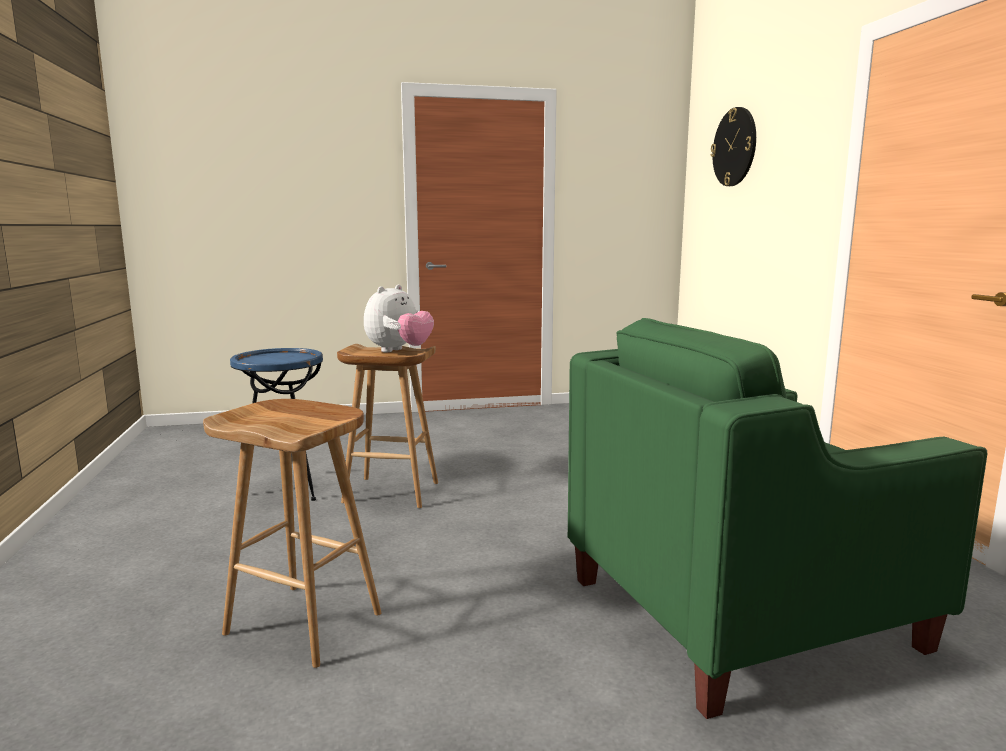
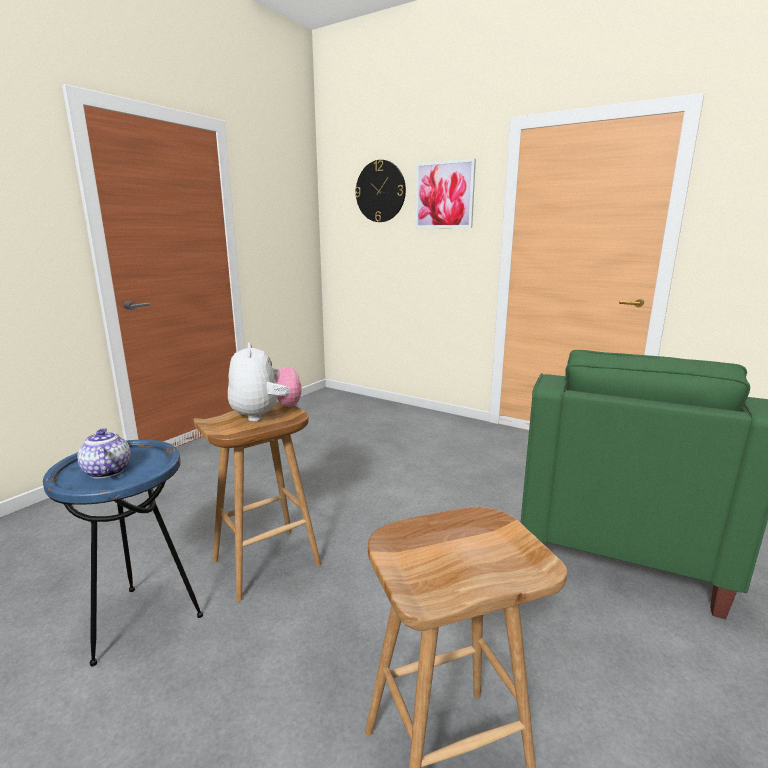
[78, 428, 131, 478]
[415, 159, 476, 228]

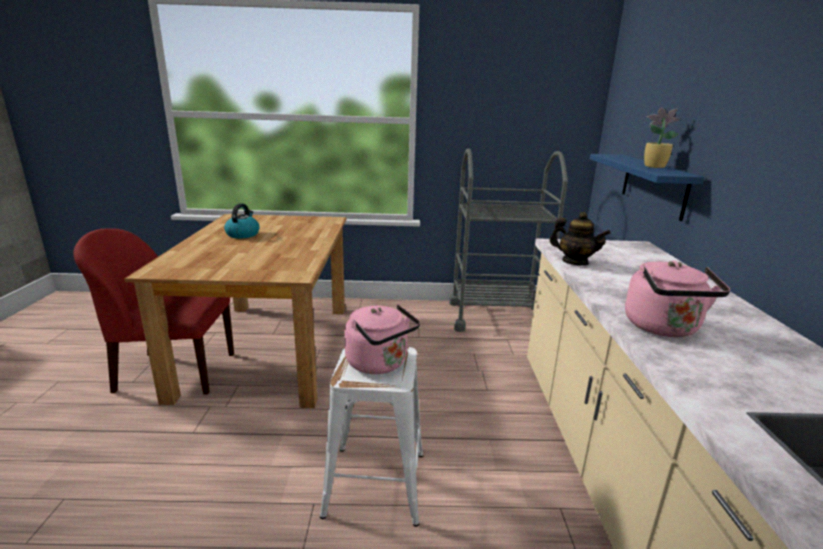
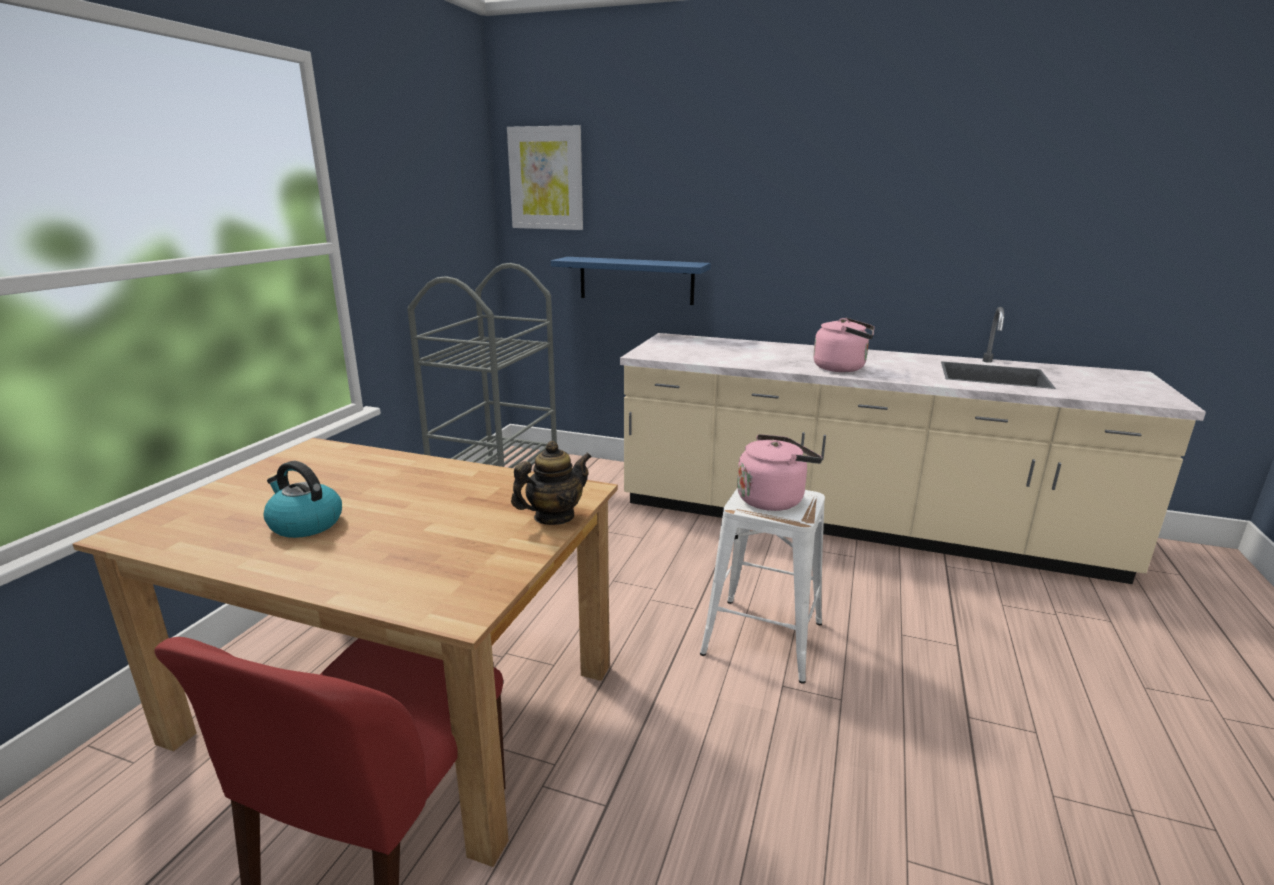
[507, 125, 583, 230]
[511, 441, 592, 525]
[644, 107, 680, 168] (first image)

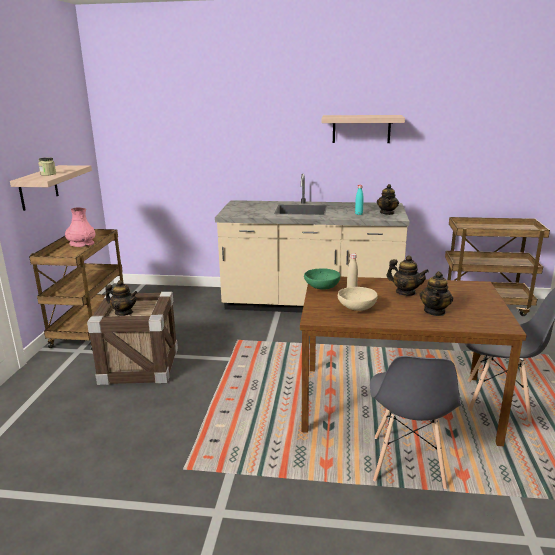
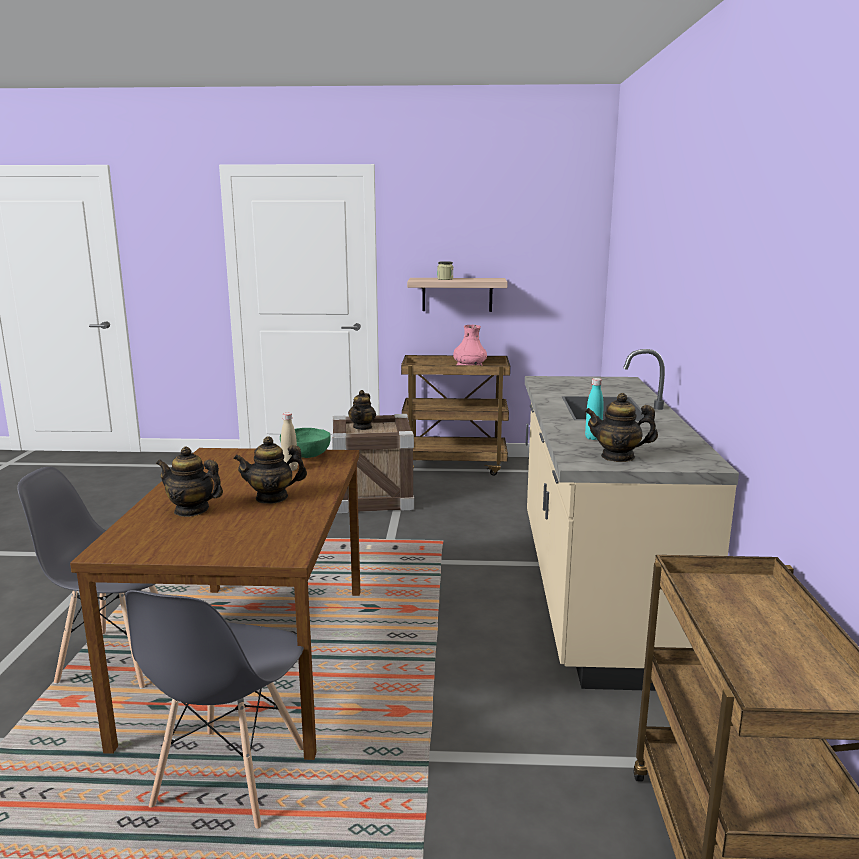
[233, 436, 307, 504]
[321, 115, 405, 143] (first image)
[338, 287, 378, 311] (first image)

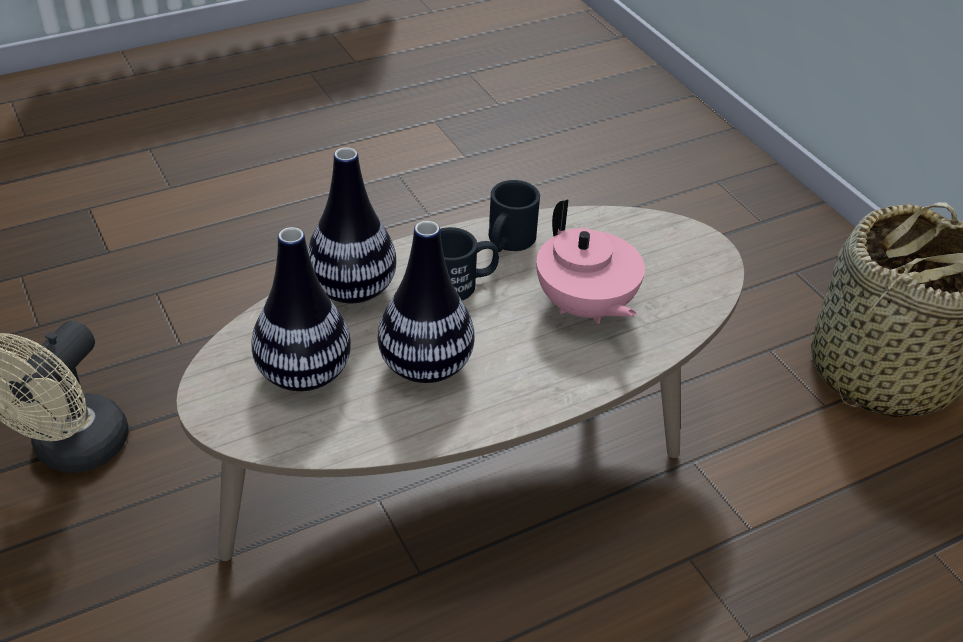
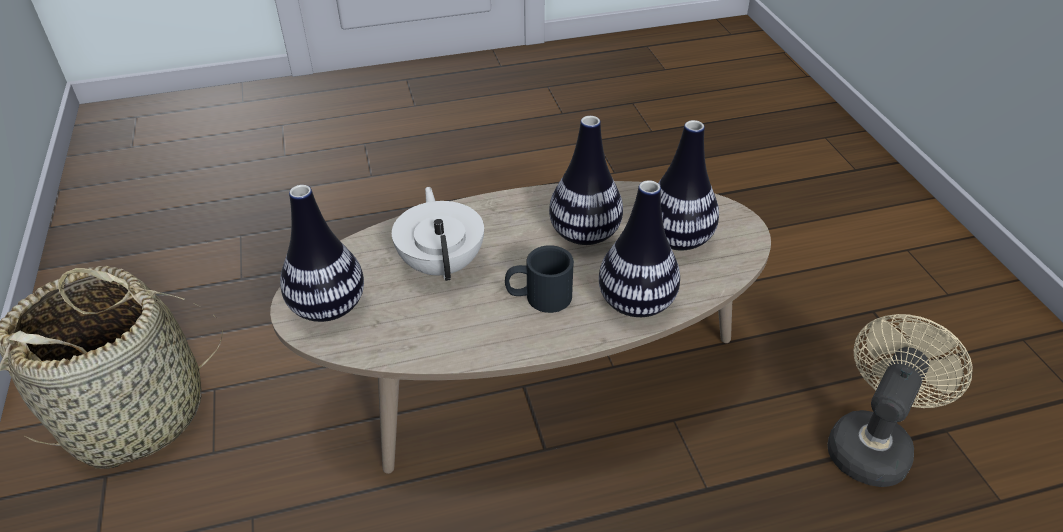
[280, 185, 364, 322]
[392, 187, 484, 281]
[489, 180, 540, 252] (first image)

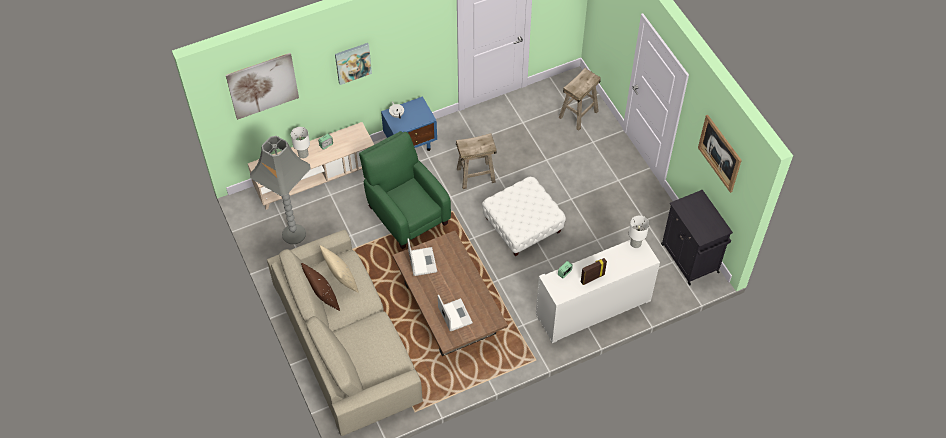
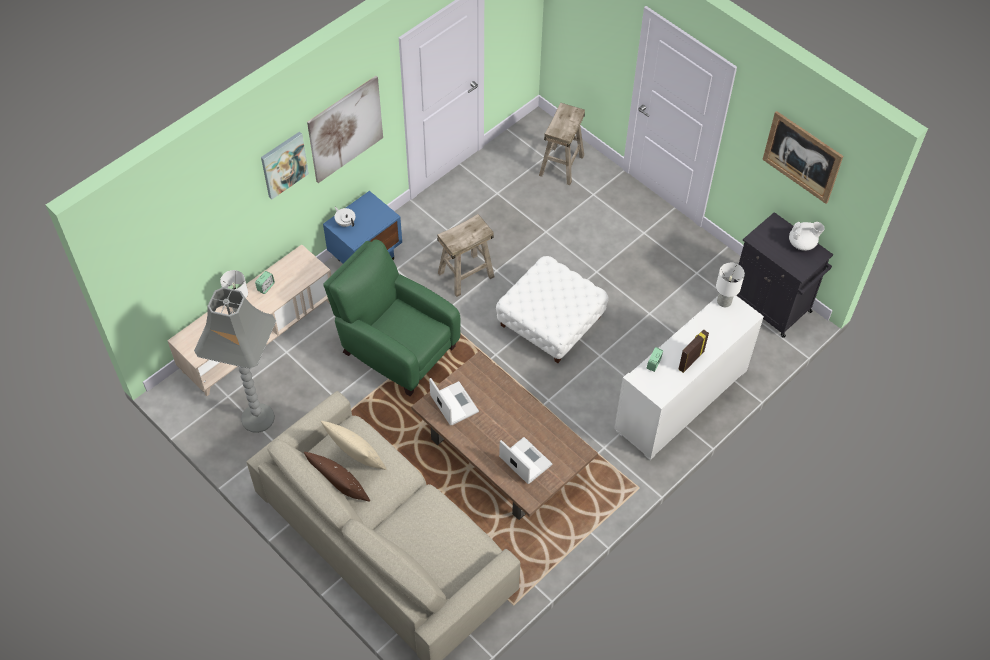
[307, 76, 383, 183]
[789, 222, 825, 251]

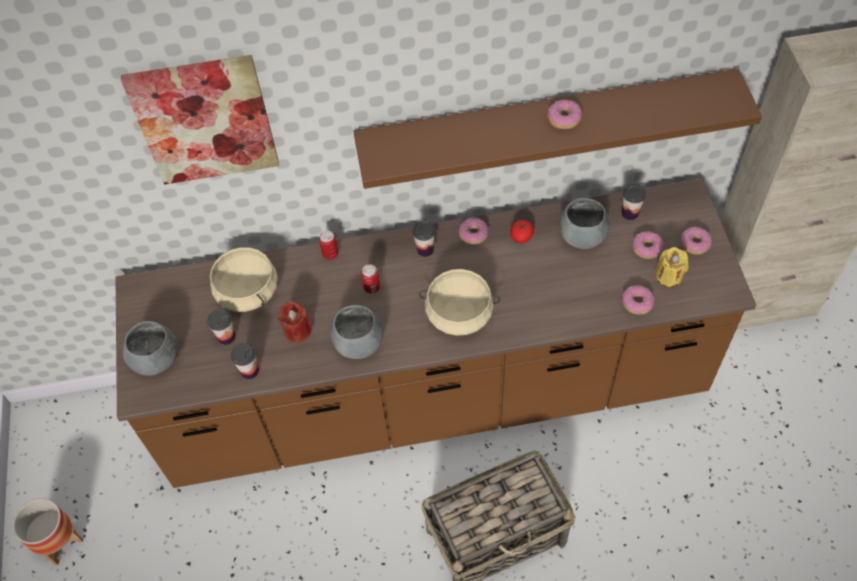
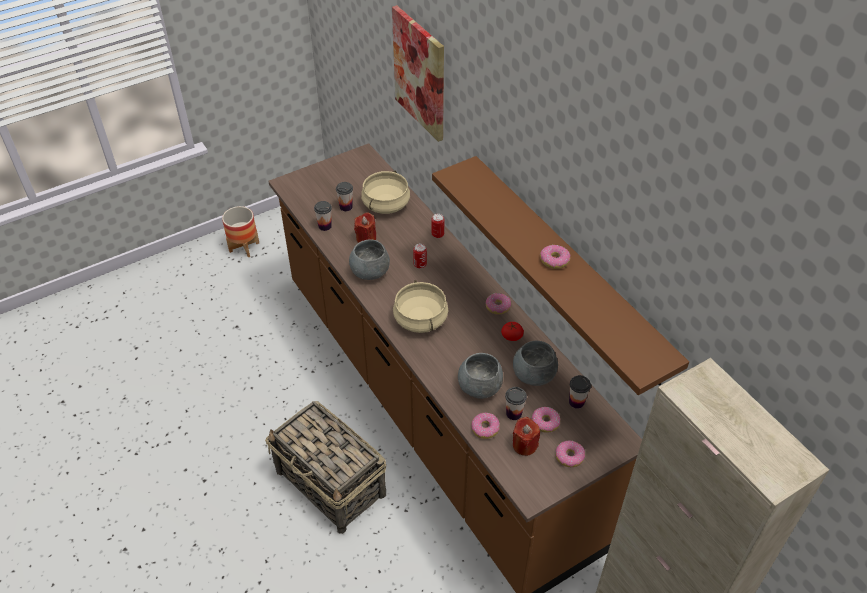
[458, 353, 503, 399]
[505, 387, 527, 420]
[513, 417, 540, 456]

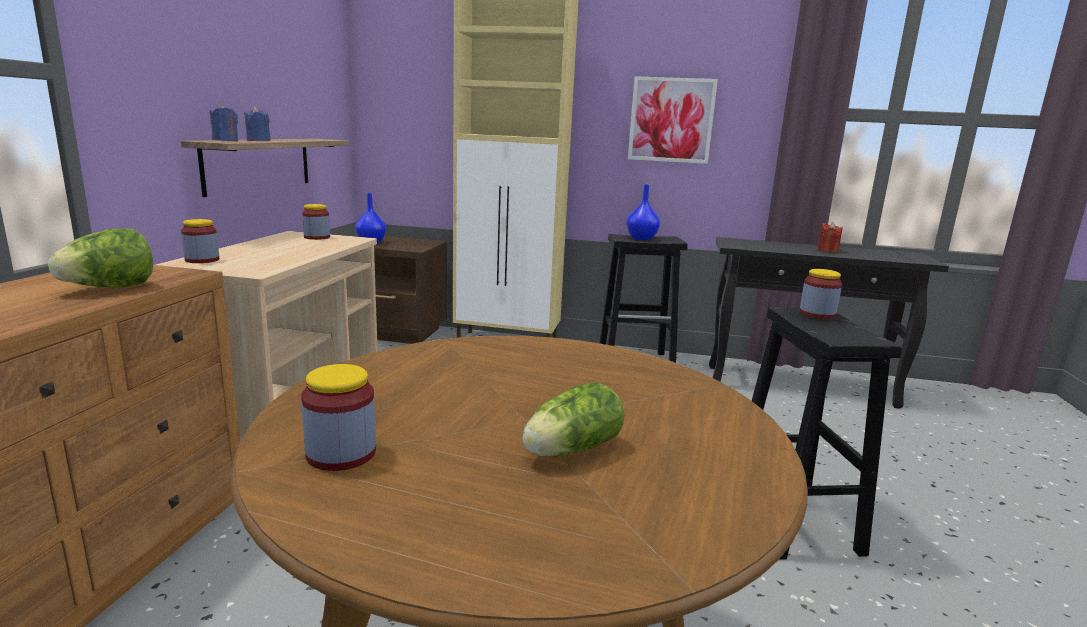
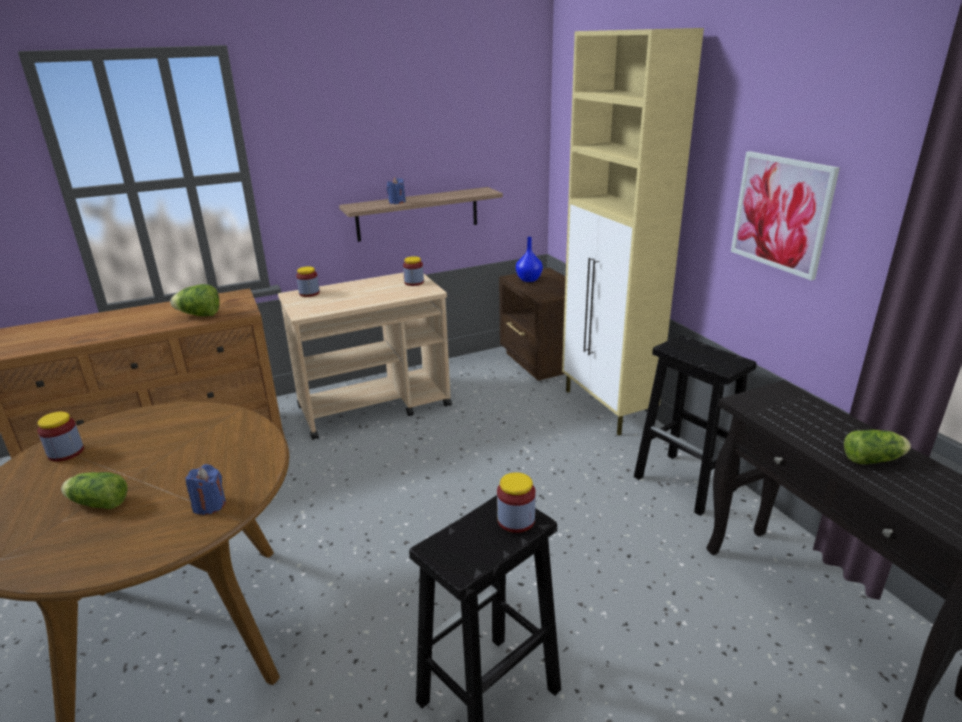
[186, 464, 226, 515]
[844, 430, 911, 464]
[627, 184, 660, 240] (first image)

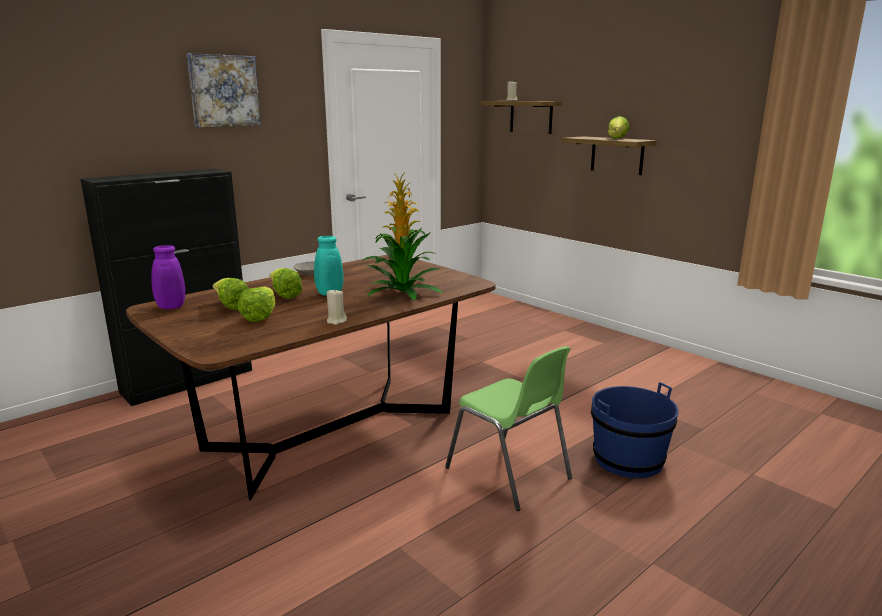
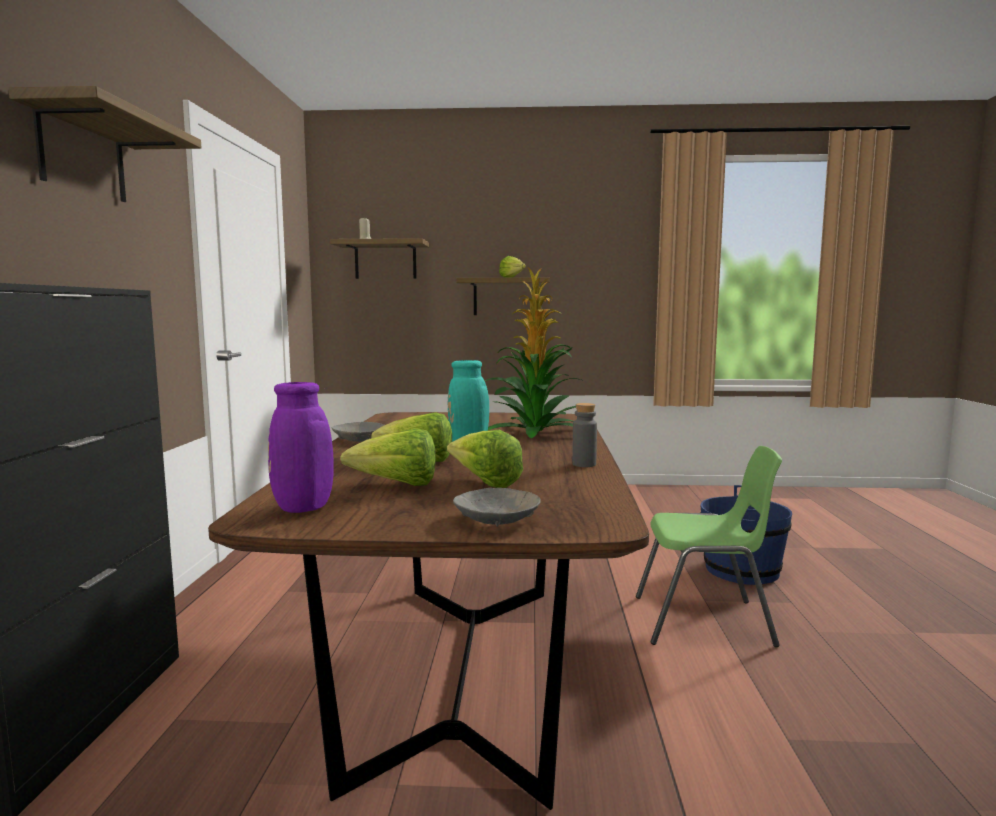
[8, 86, 201, 202]
[453, 488, 541, 527]
[572, 403, 597, 467]

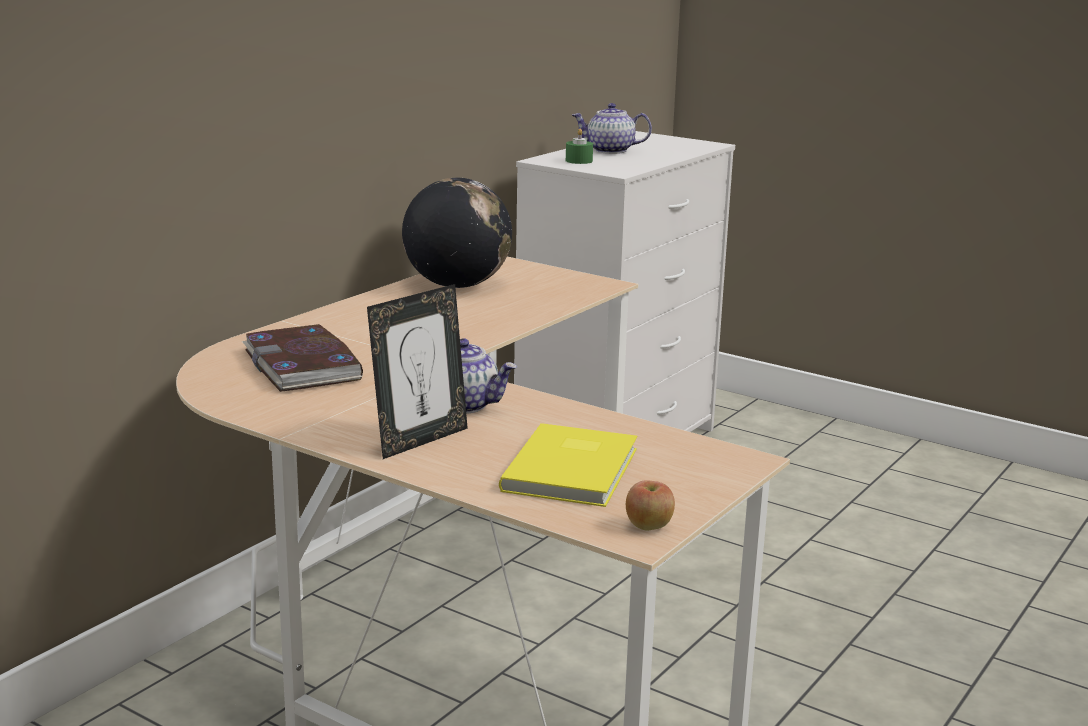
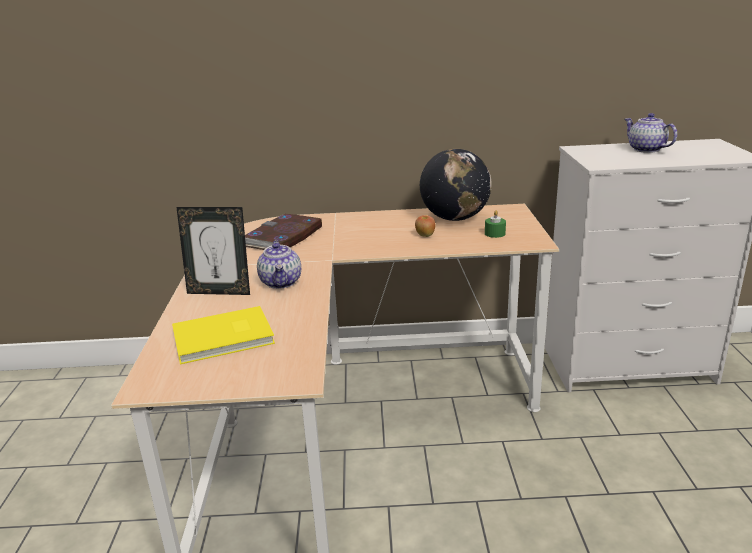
[415, 215, 435, 237]
[485, 210, 506, 238]

